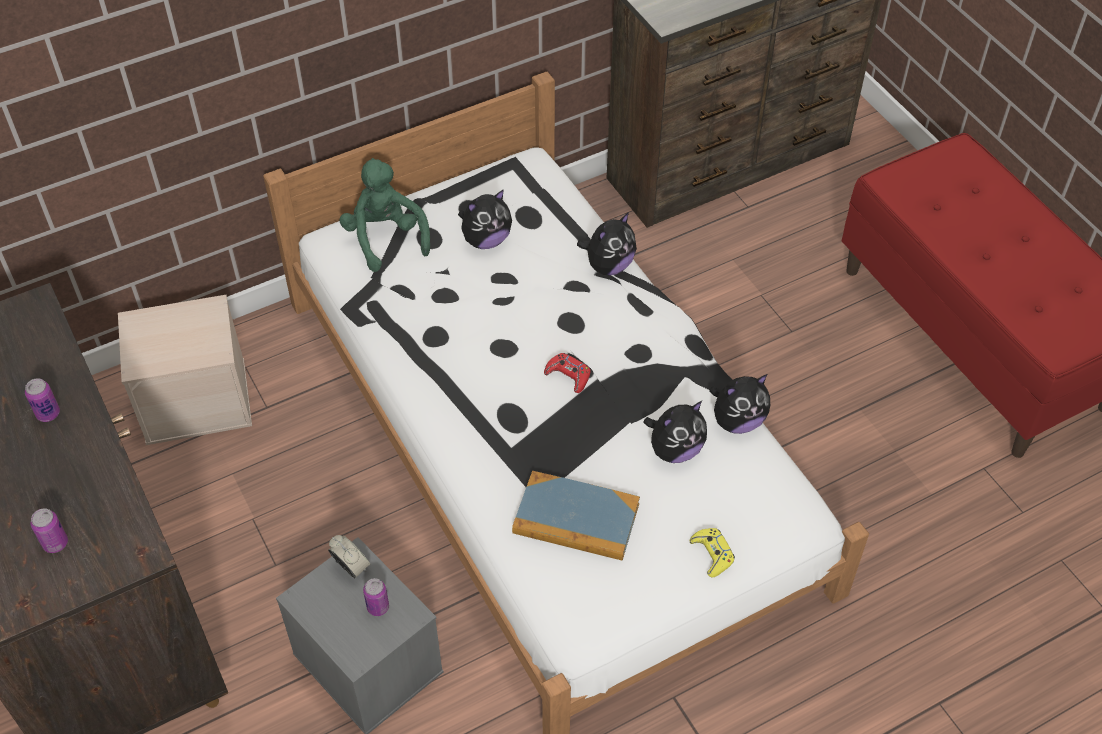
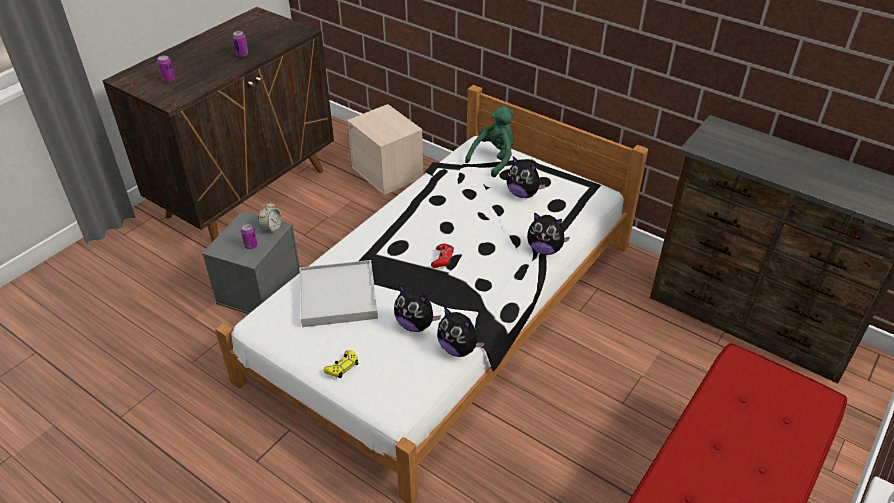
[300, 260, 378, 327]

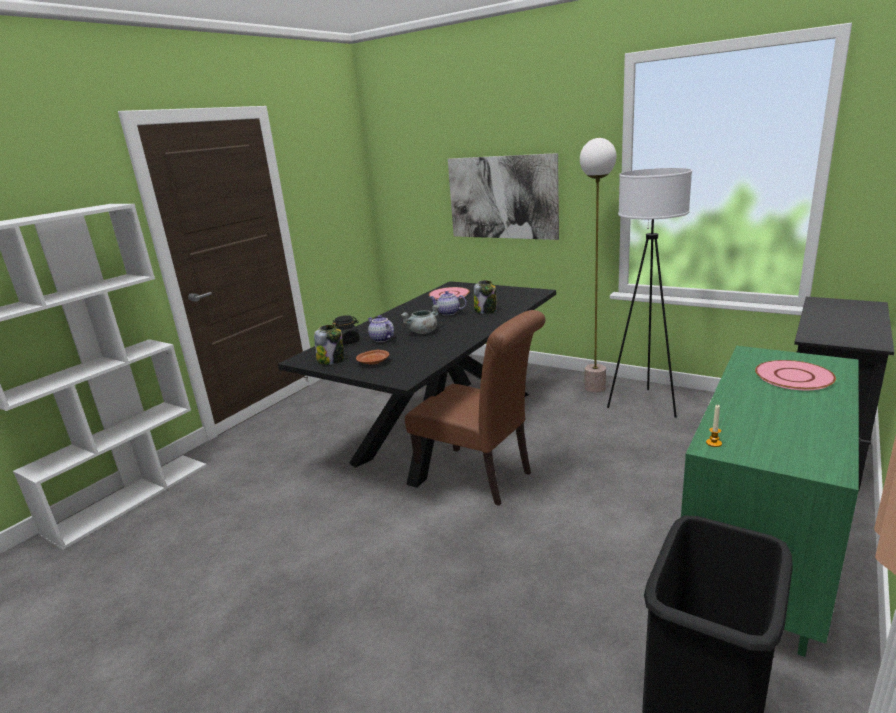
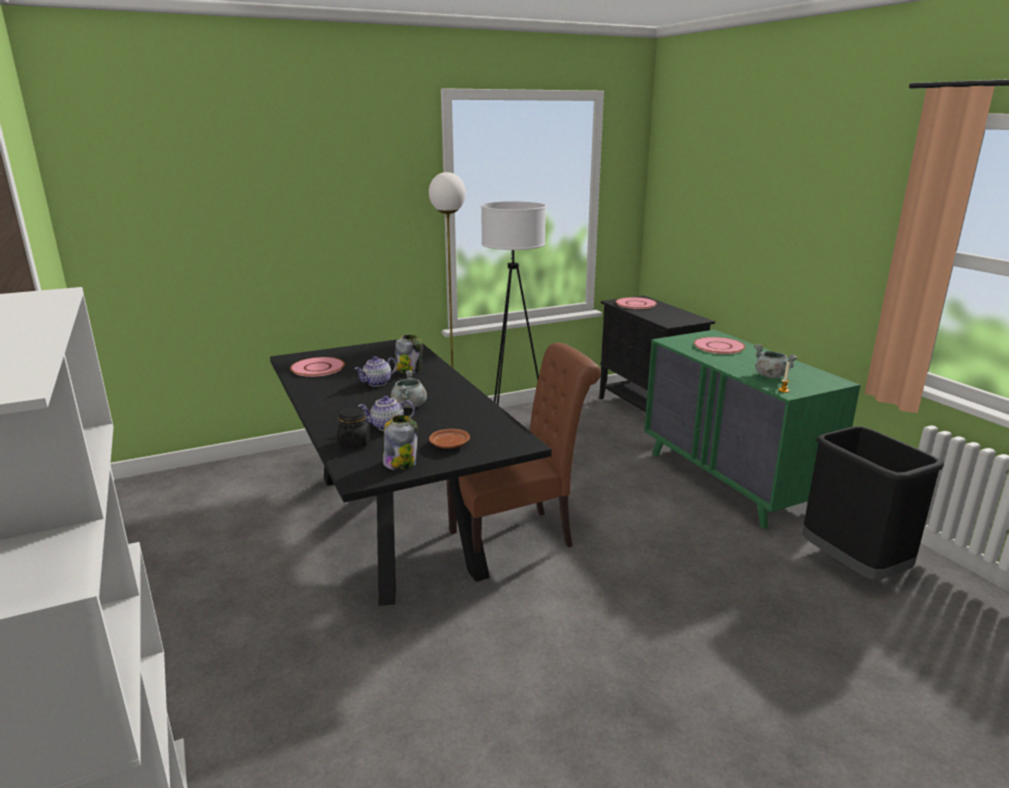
[615, 297, 657, 309]
[754, 344, 798, 378]
[448, 153, 559, 240] (first image)

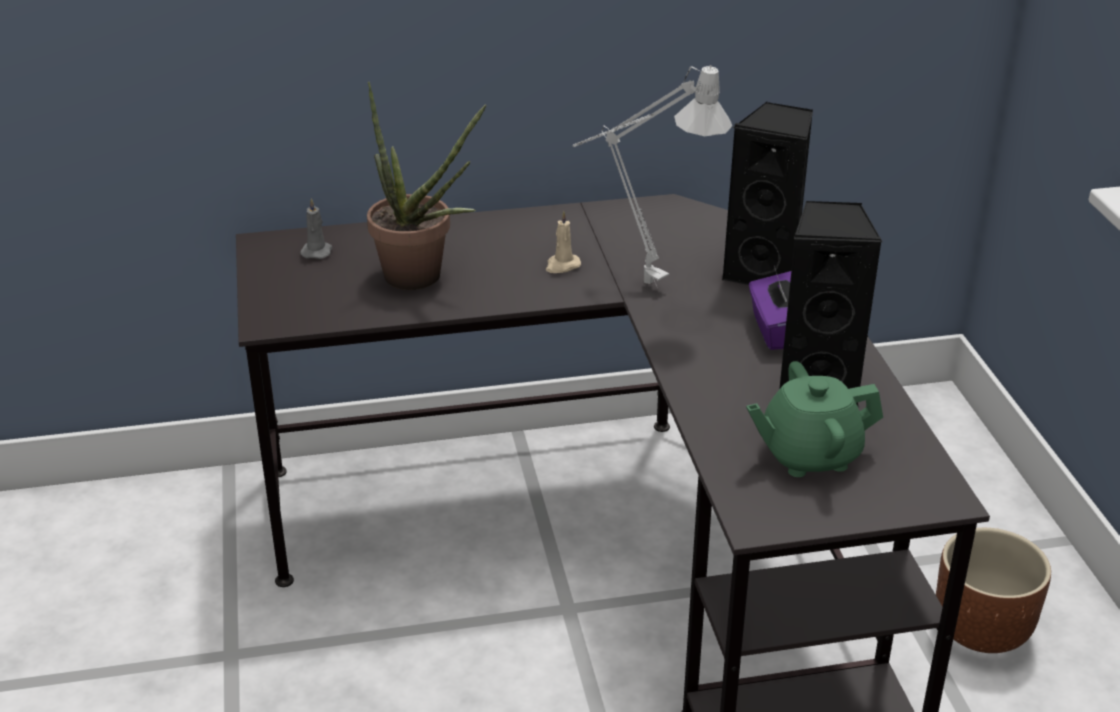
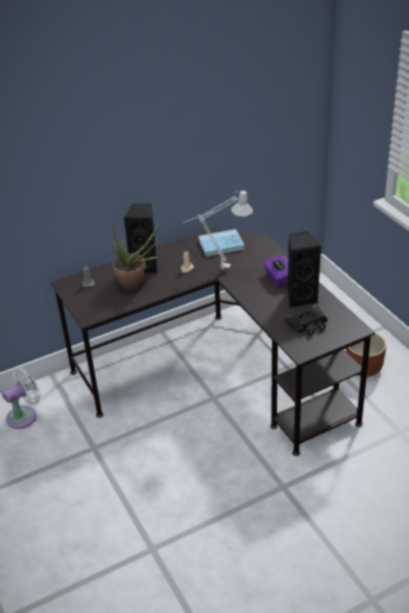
[2, 367, 41, 429]
[123, 204, 157, 273]
[198, 229, 245, 257]
[285, 305, 328, 335]

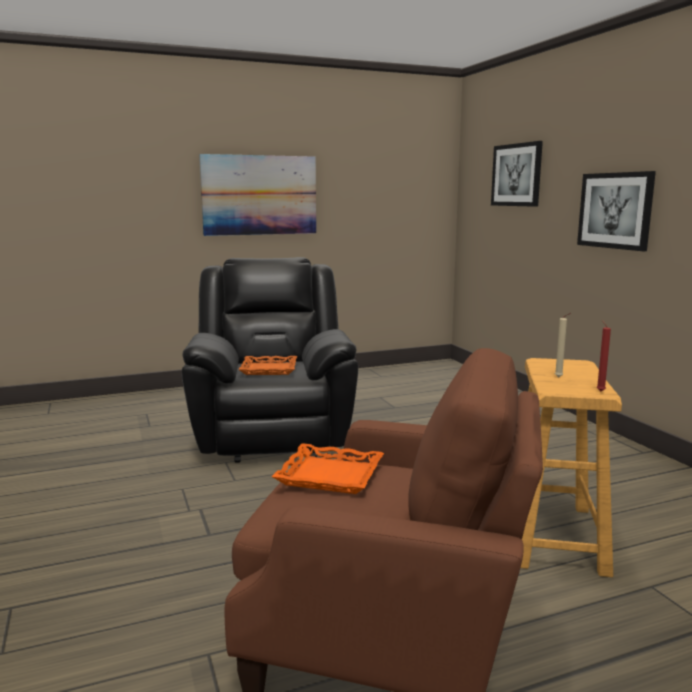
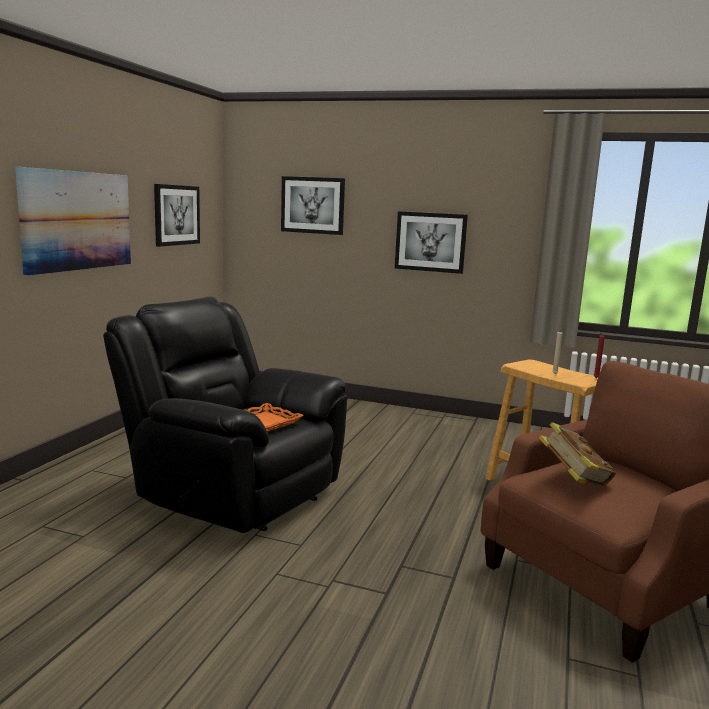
[154, 184, 200, 247]
[538, 422, 616, 486]

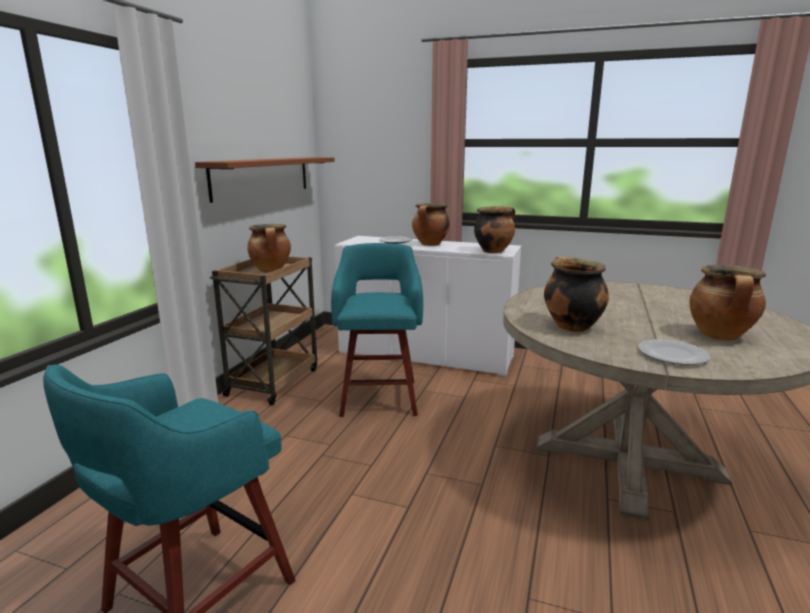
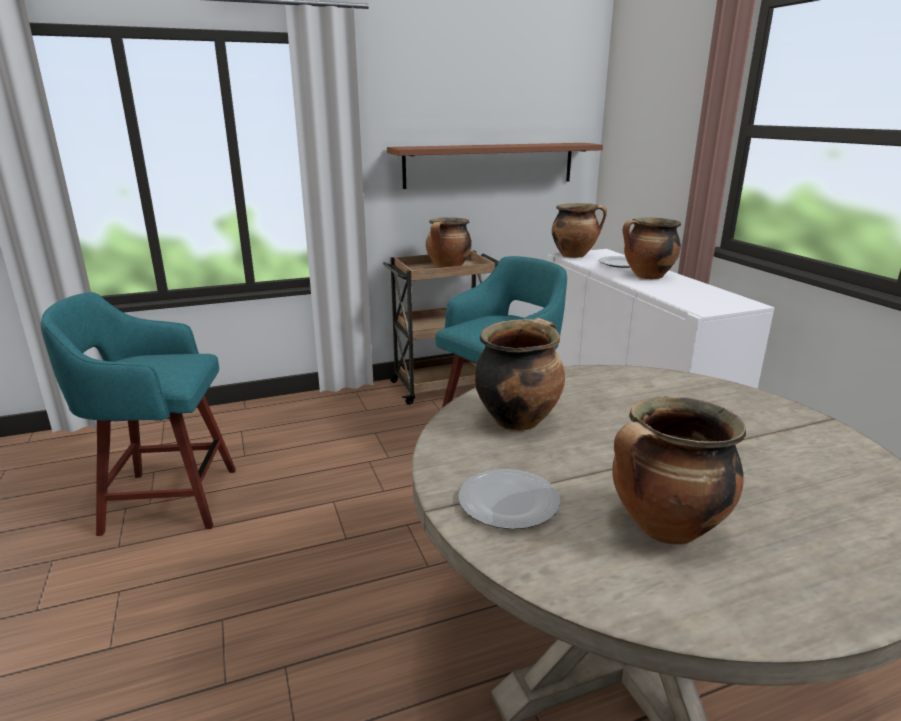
[552, 203, 607, 258]

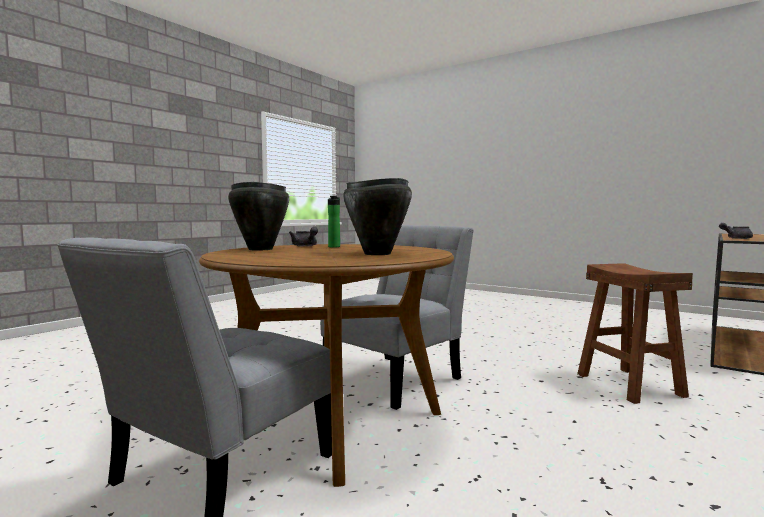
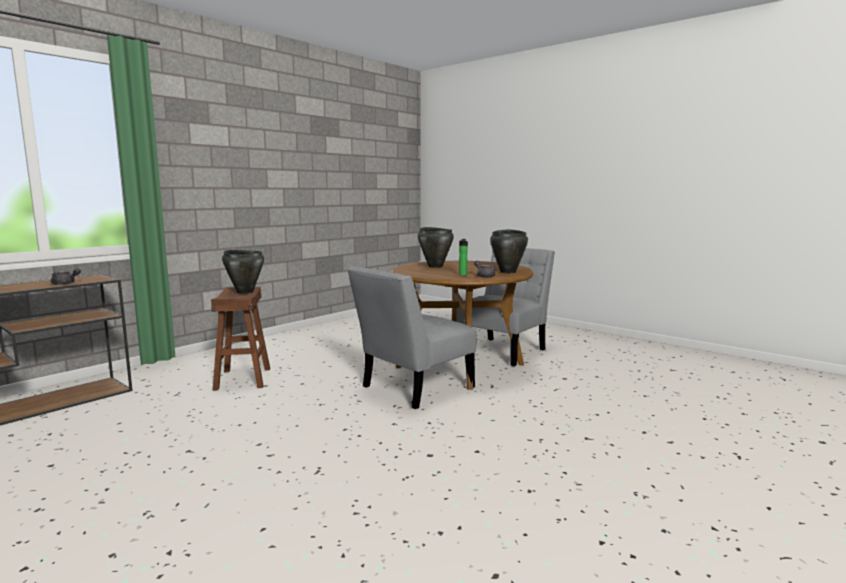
[222, 250, 264, 294]

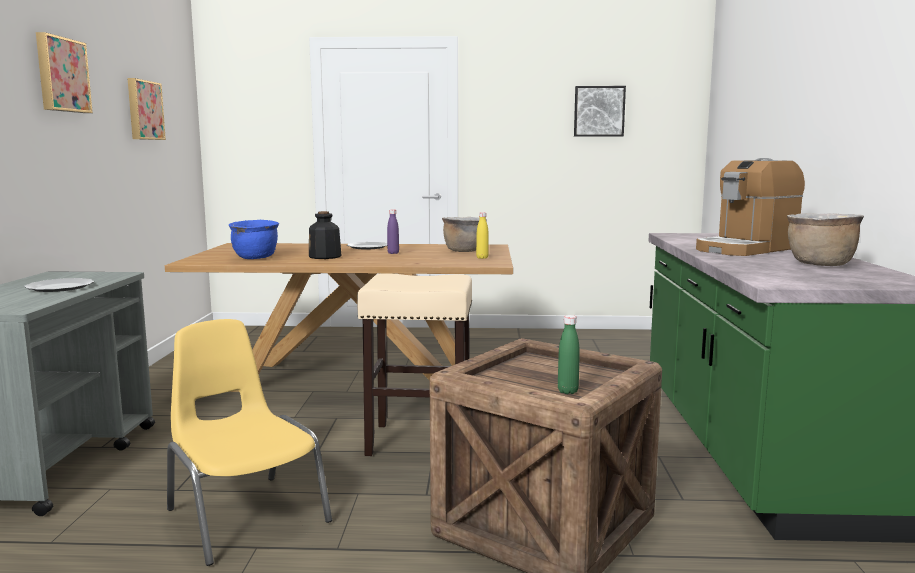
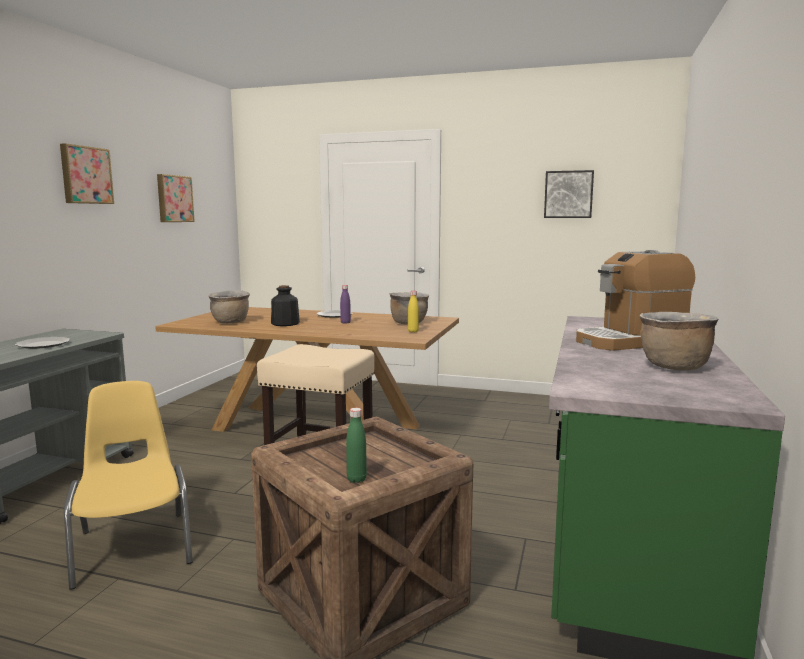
[208, 290, 250, 324]

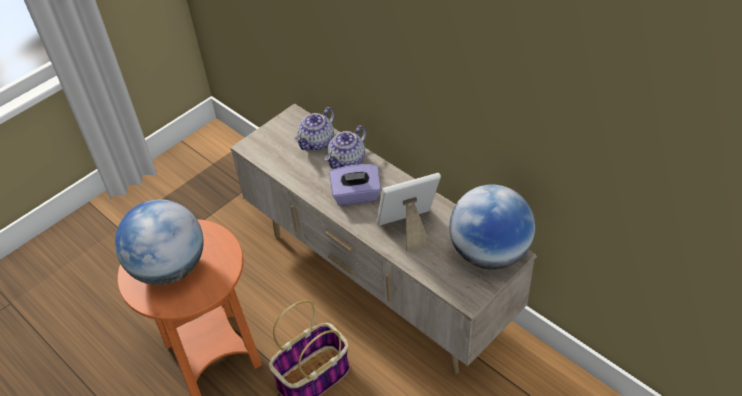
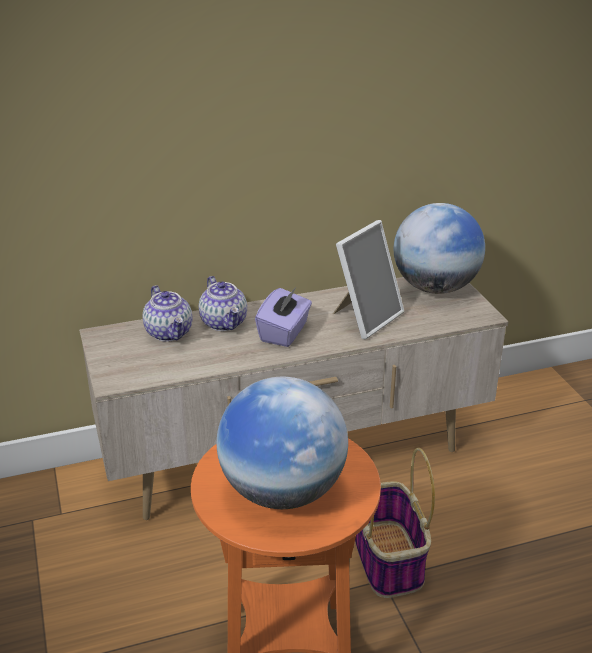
[333, 220, 404, 339]

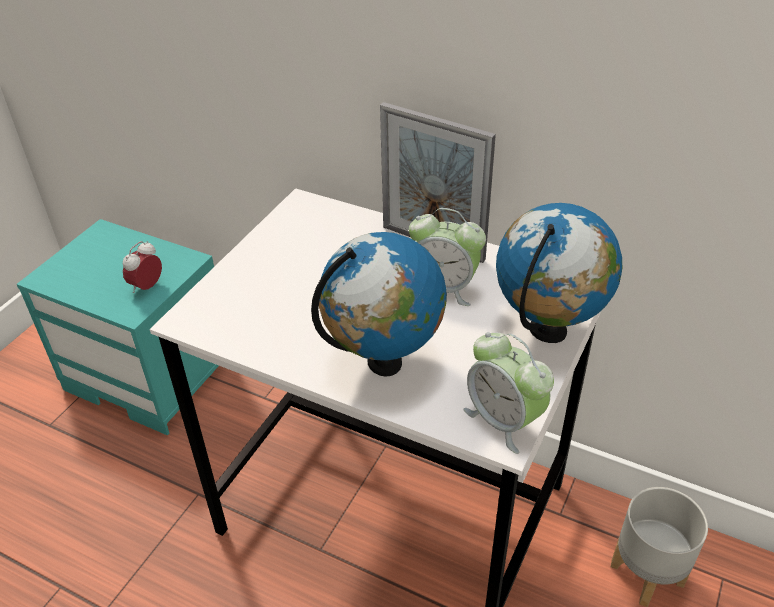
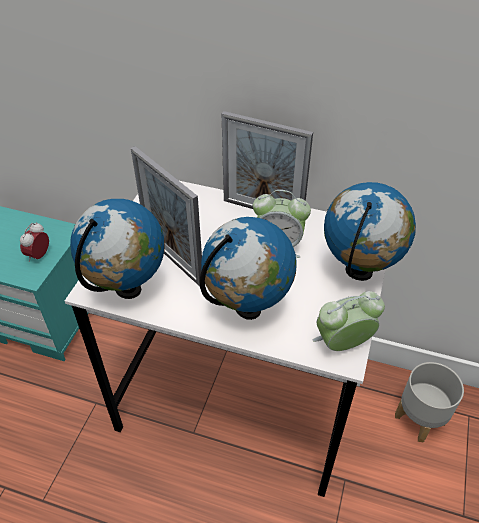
[70, 199, 165, 299]
[131, 146, 202, 286]
[312, 291, 385, 351]

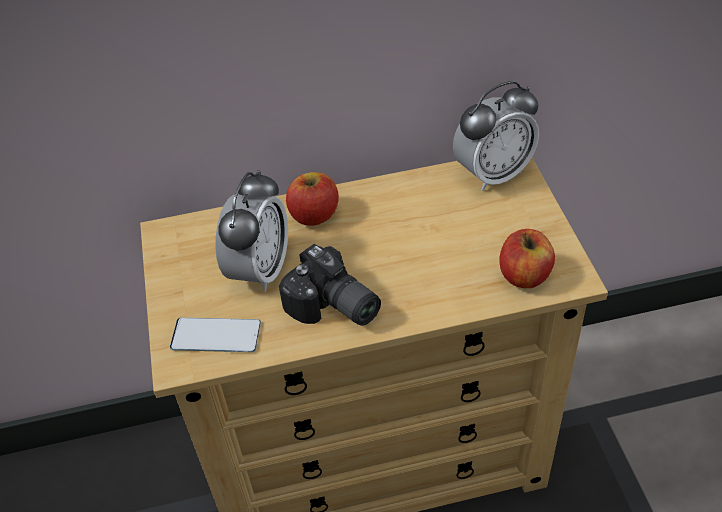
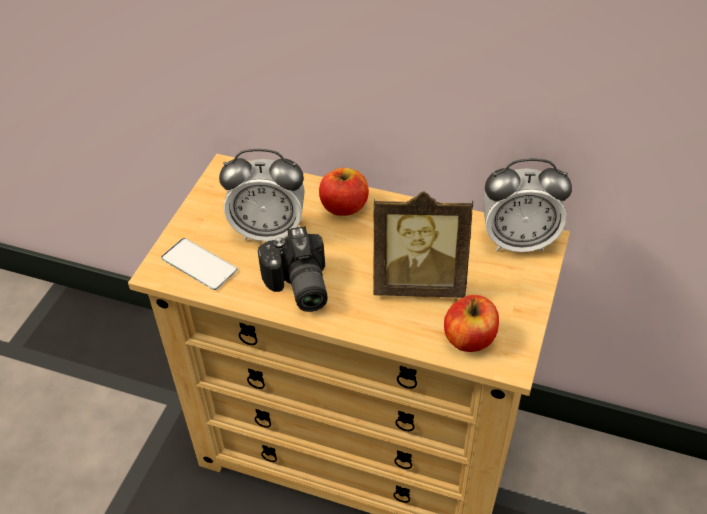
[219, 149, 305, 241]
[373, 191, 473, 298]

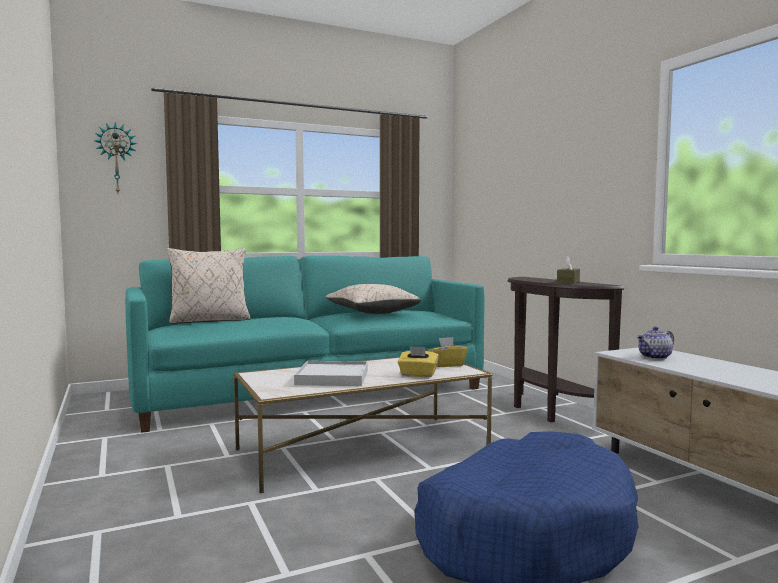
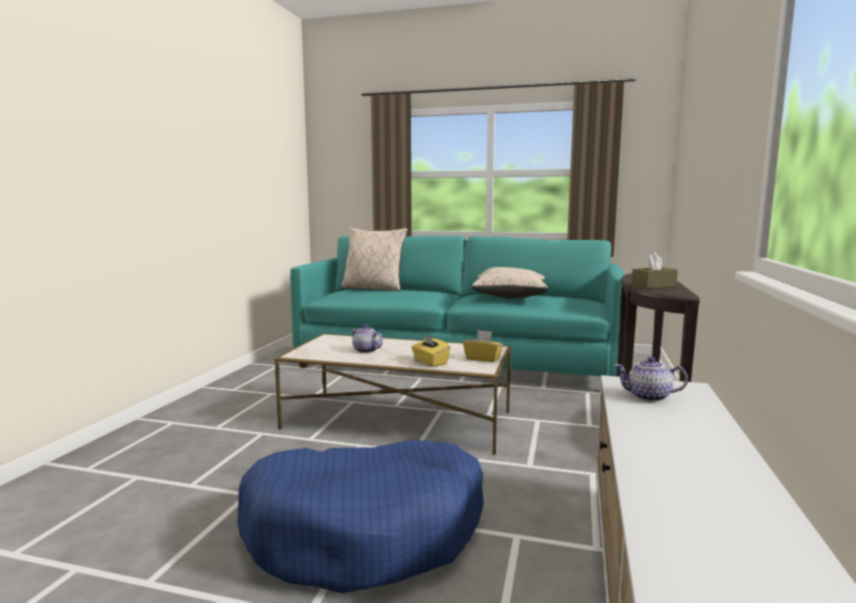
[350, 324, 383, 353]
[95, 122, 137, 193] (first image)

